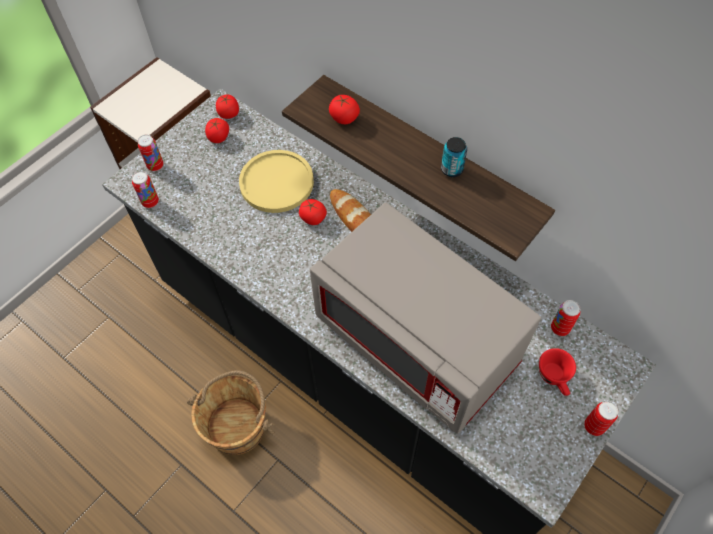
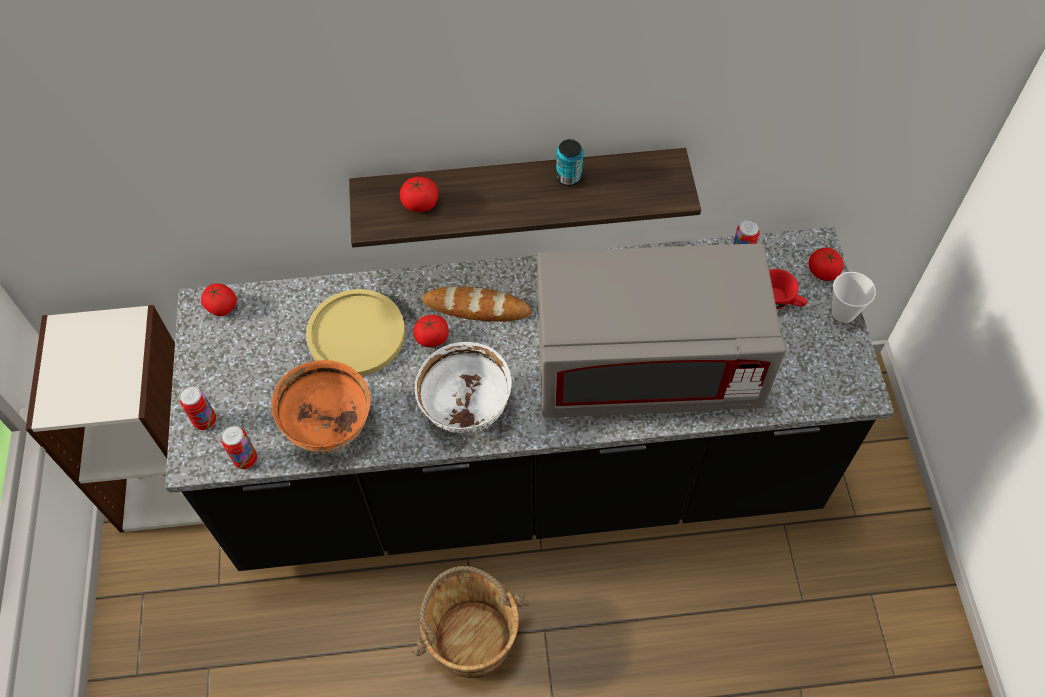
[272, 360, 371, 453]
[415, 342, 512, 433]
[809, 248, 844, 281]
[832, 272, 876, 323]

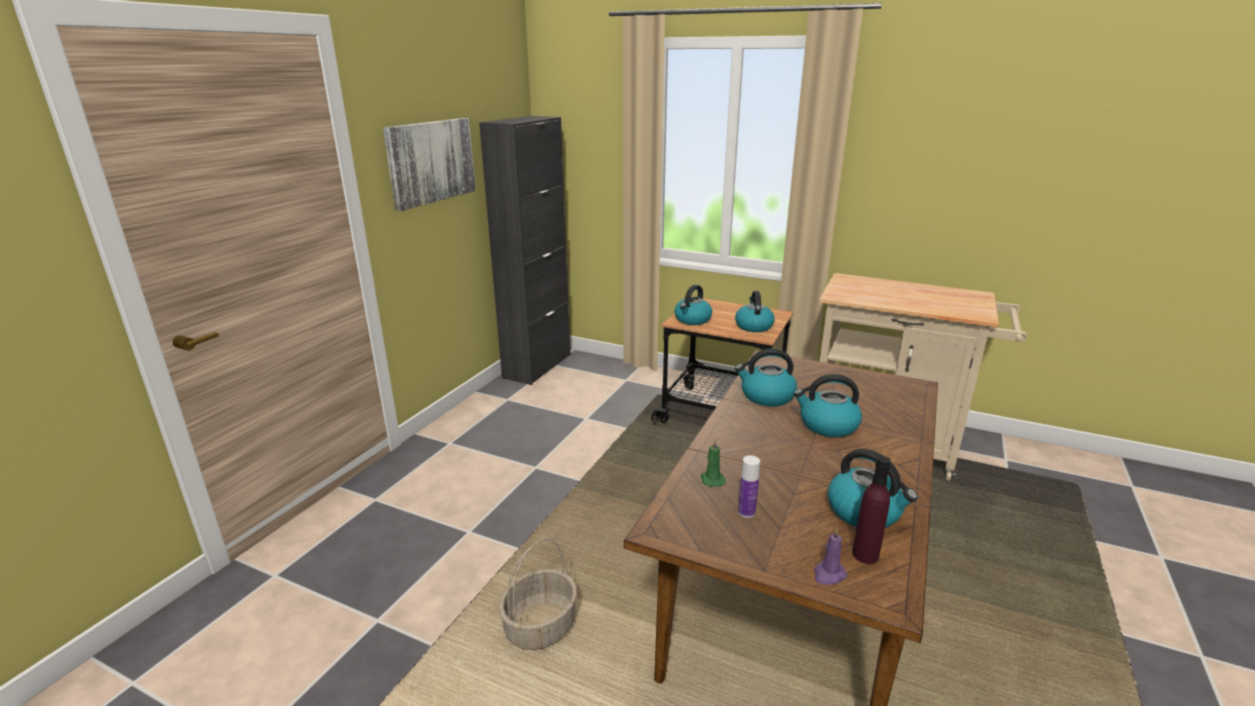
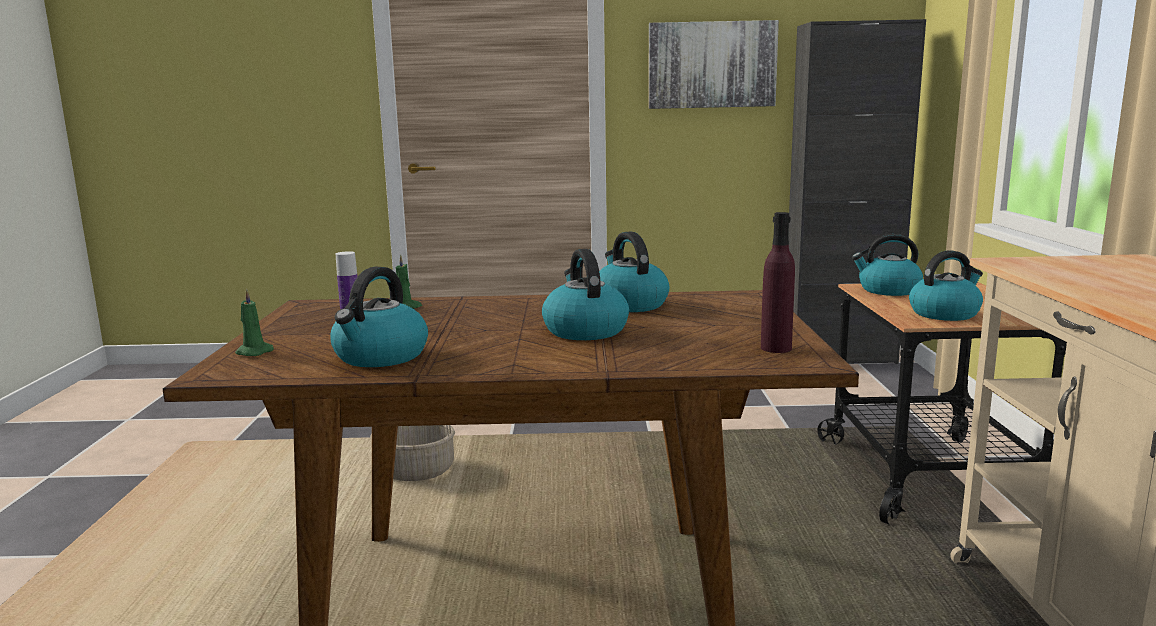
[235, 289, 274, 356]
[761, 212, 795, 353]

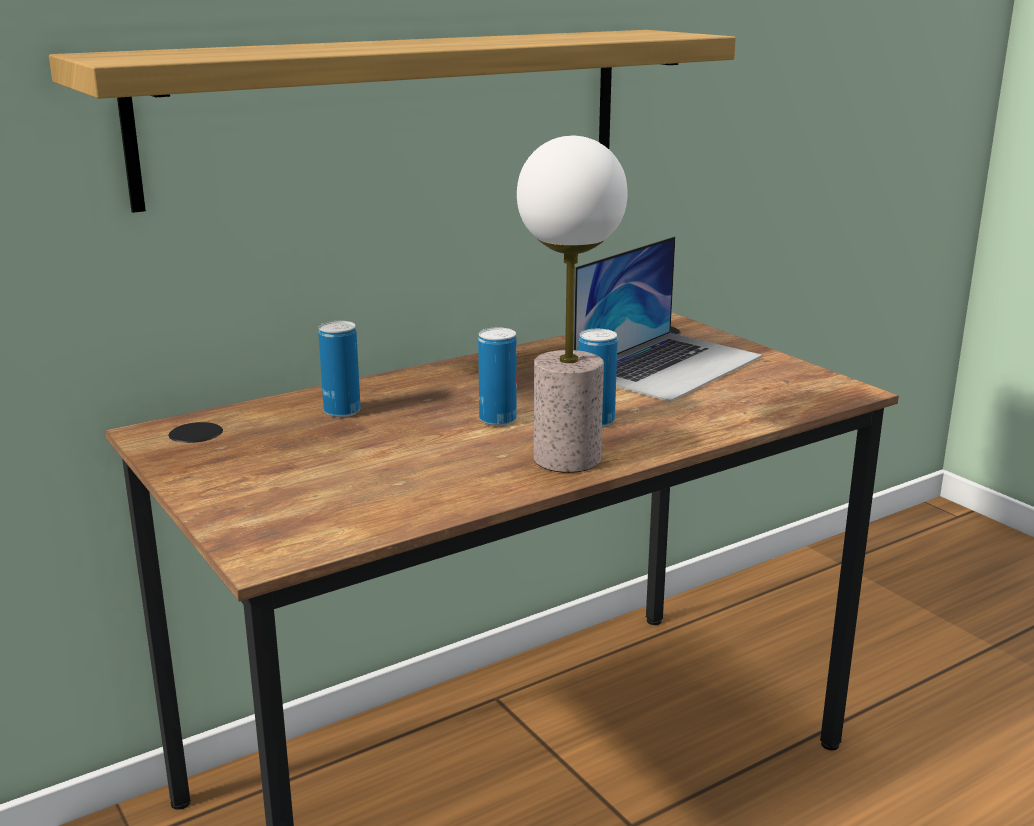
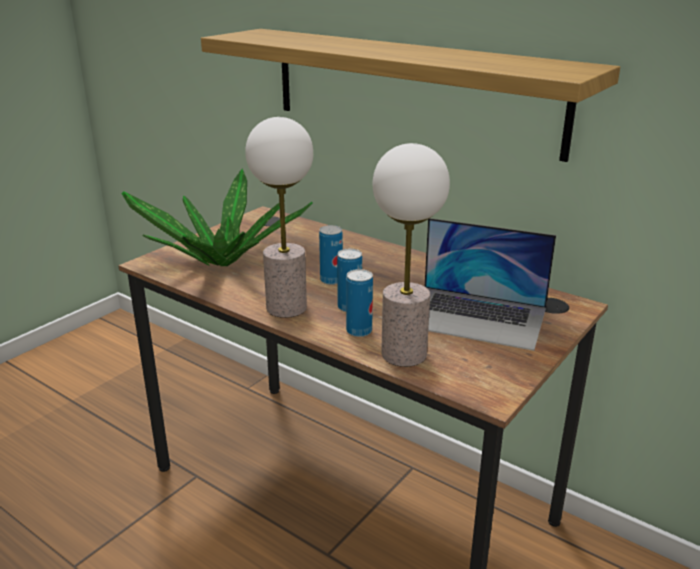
[121, 169, 312, 266]
[346, 269, 373, 337]
[373, 143, 450, 367]

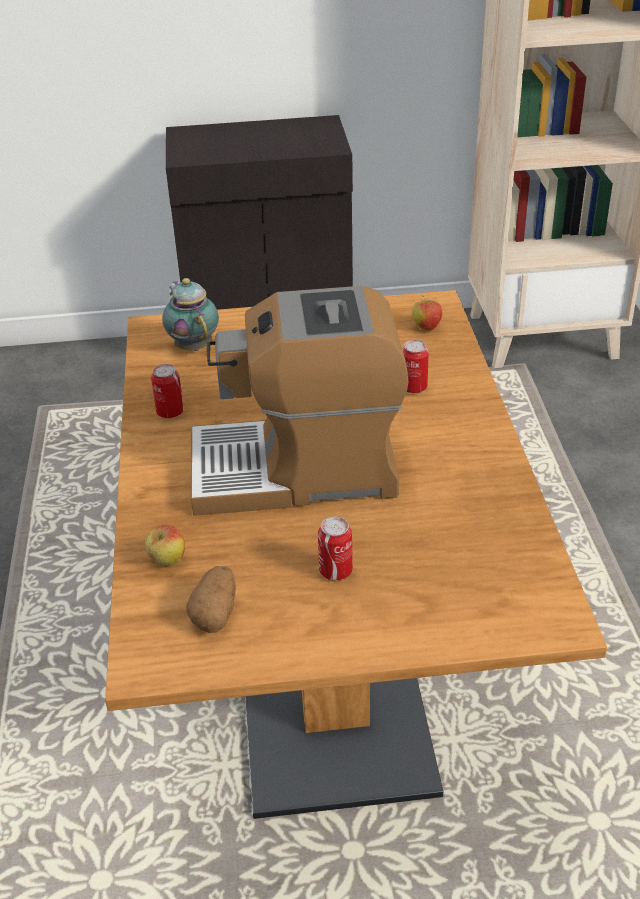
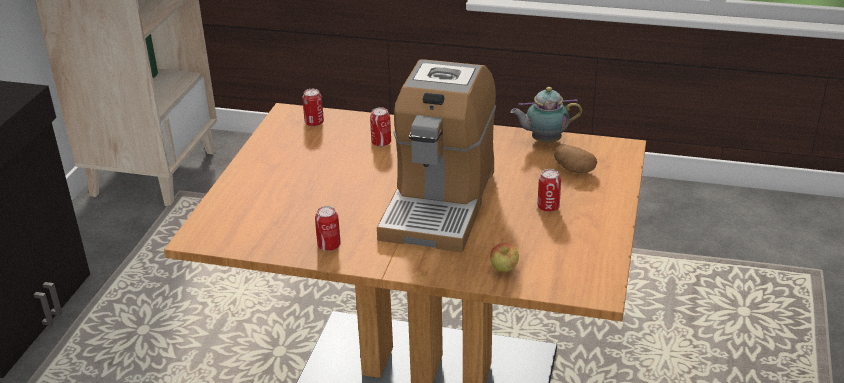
[302, 89, 324, 127]
[510, 87, 582, 143]
[554, 144, 597, 173]

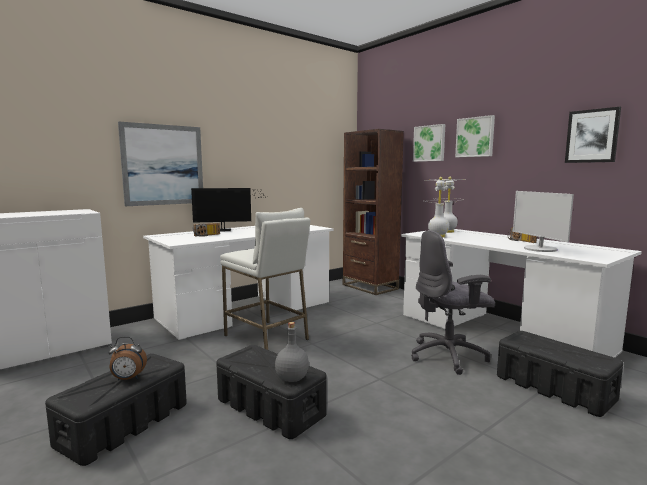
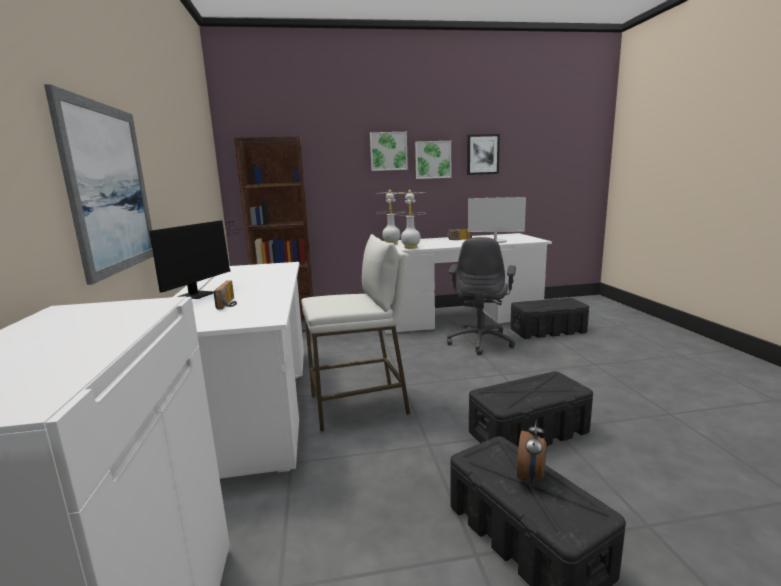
[415, 141, 451, 179]
[275, 322, 309, 382] (first image)

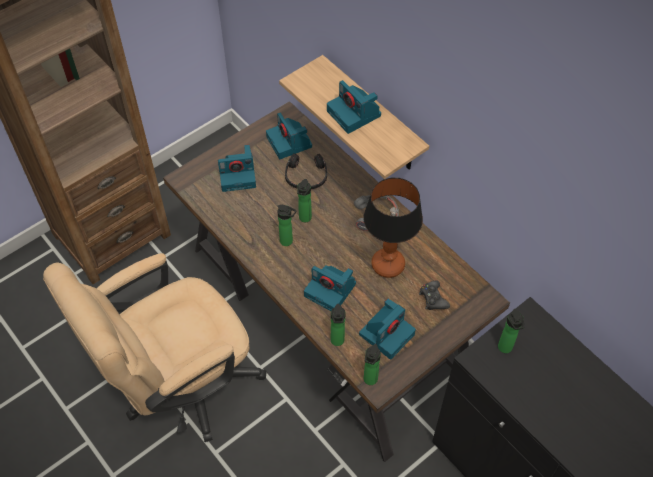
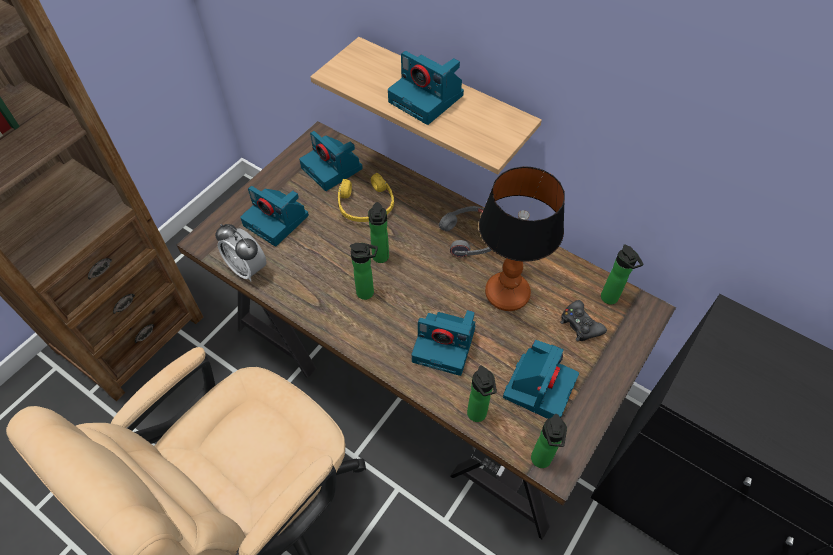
[215, 224, 266, 281]
[240, 186, 309, 246]
[338, 173, 394, 222]
[601, 245, 644, 304]

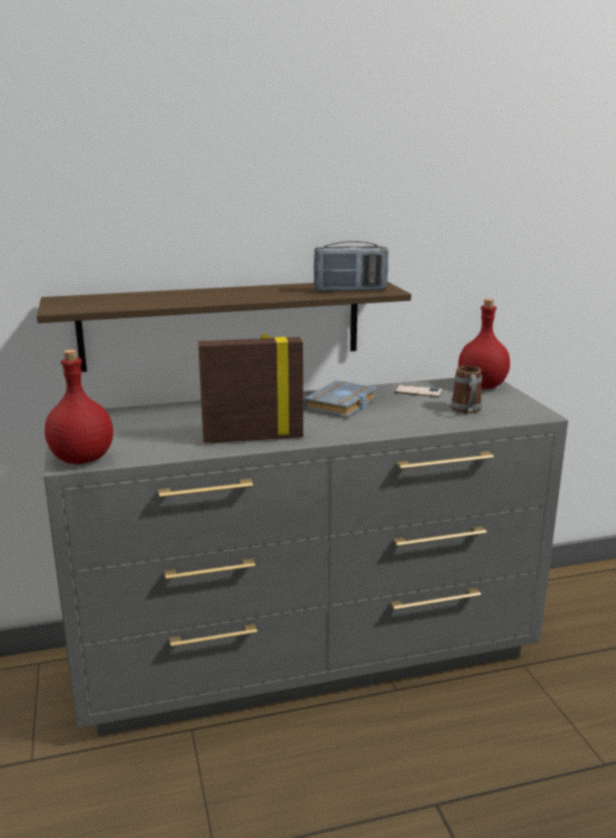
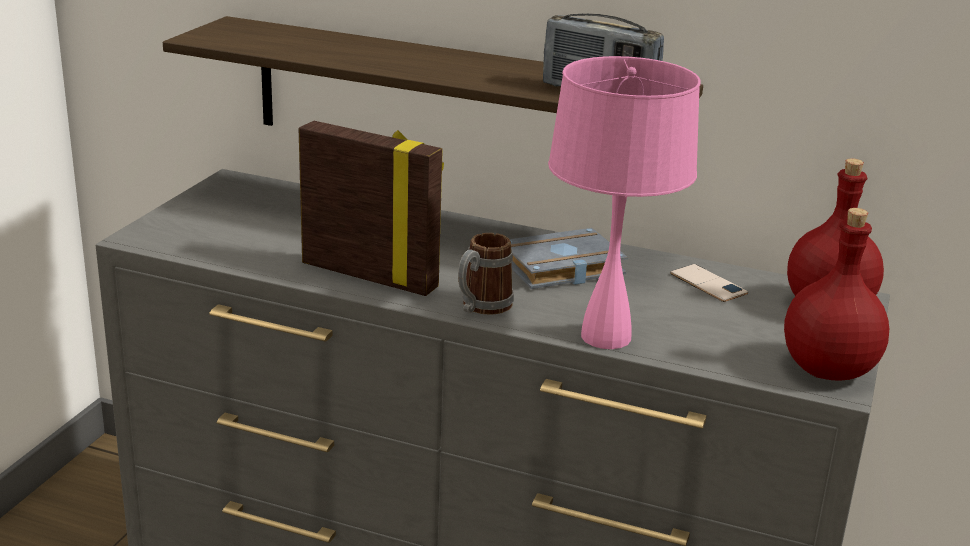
[458, 233, 514, 315]
[548, 56, 700, 349]
[784, 208, 889, 381]

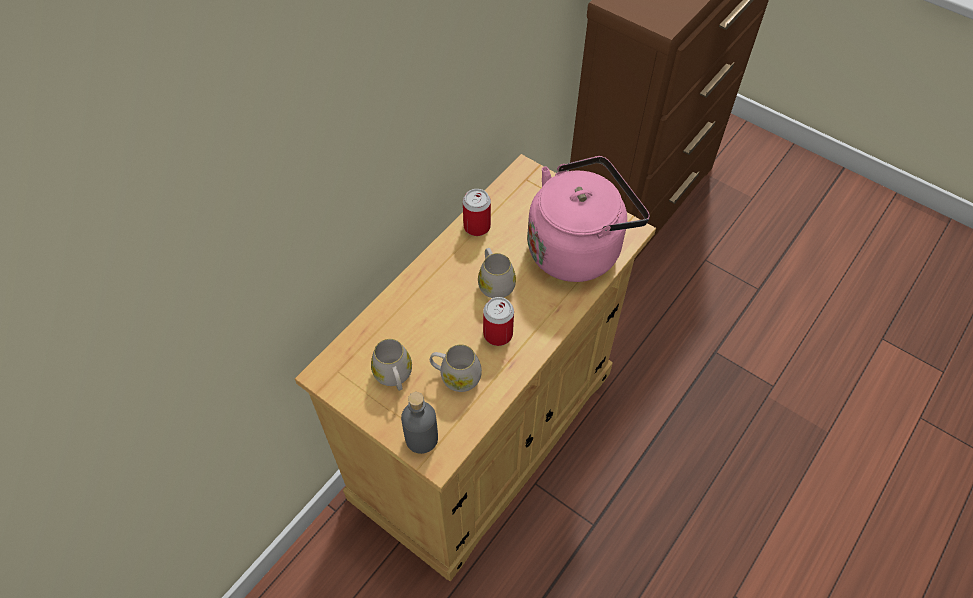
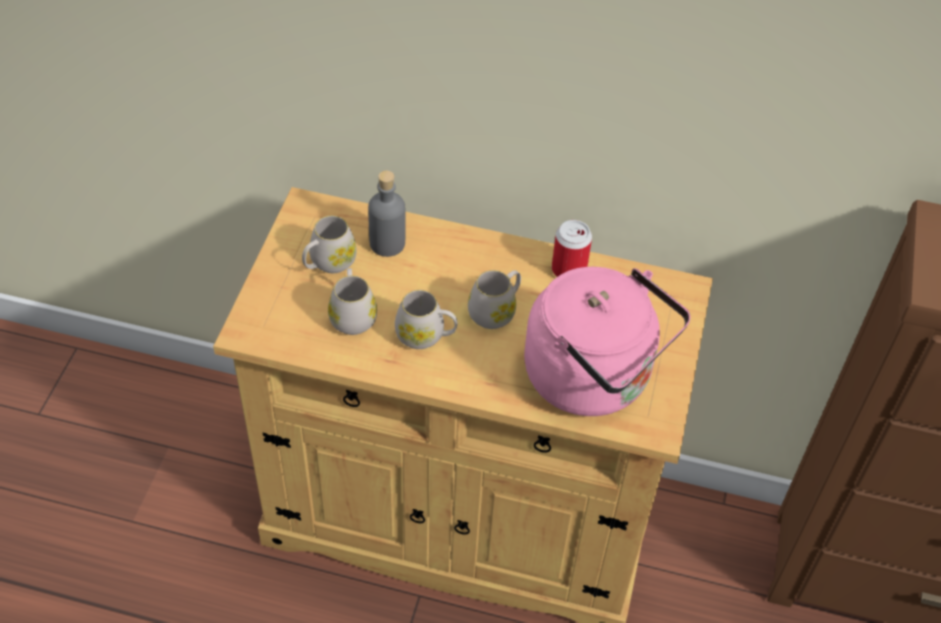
[368, 171, 406, 257]
[395, 290, 457, 349]

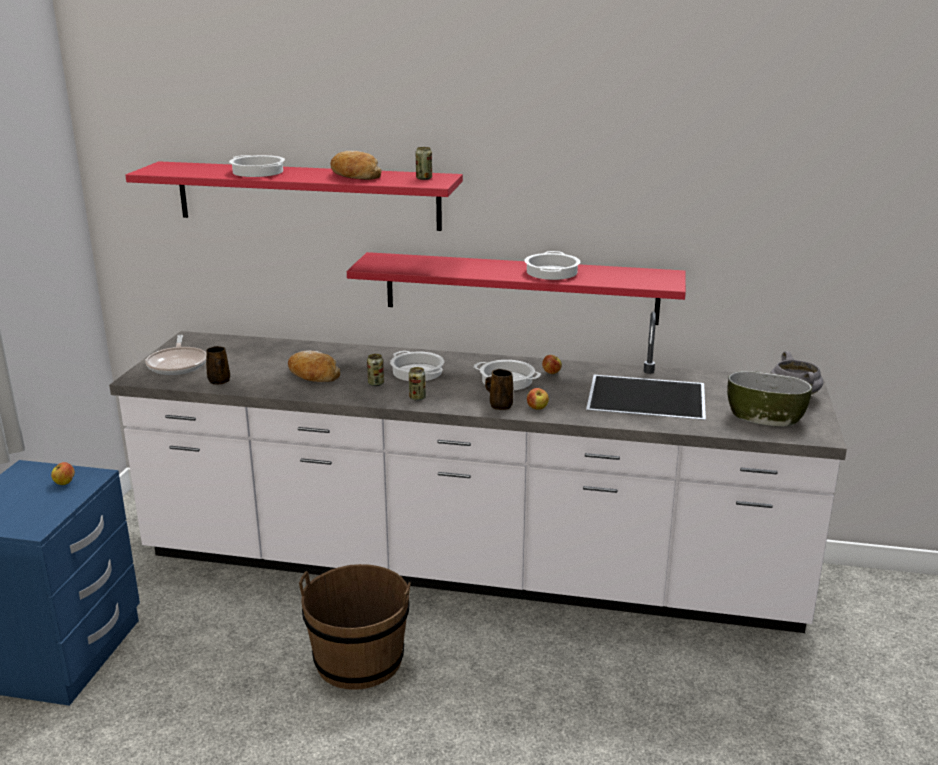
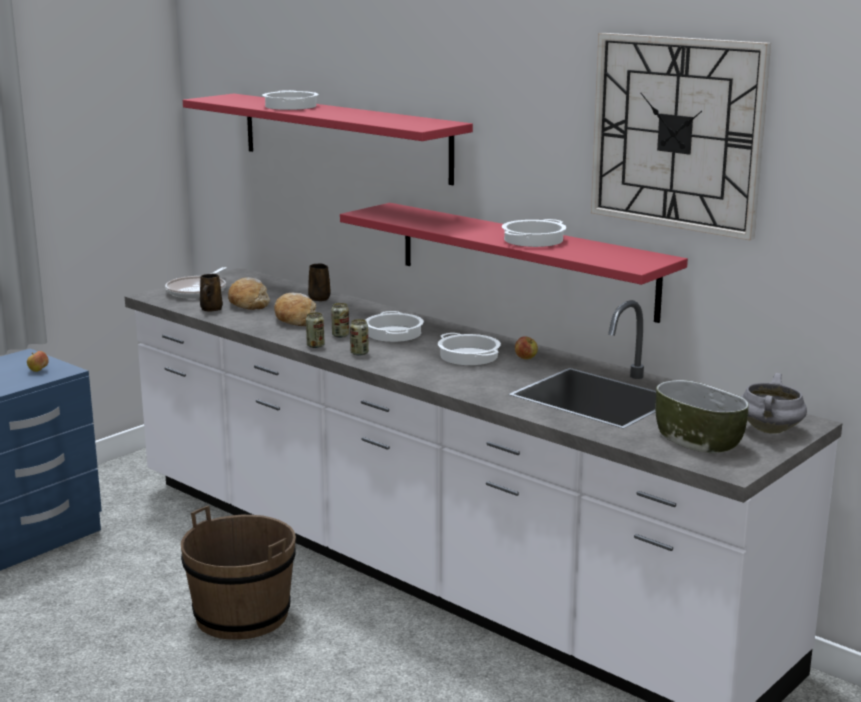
[228, 277, 270, 310]
[306, 312, 325, 348]
[308, 264, 331, 301]
[591, 33, 771, 240]
[527, 388, 549, 410] (first image)

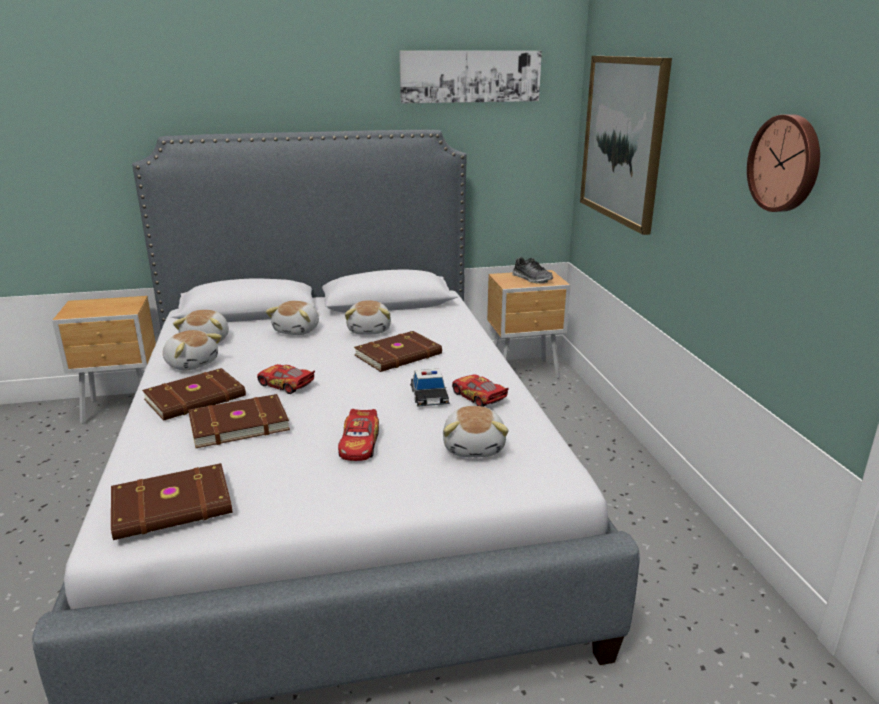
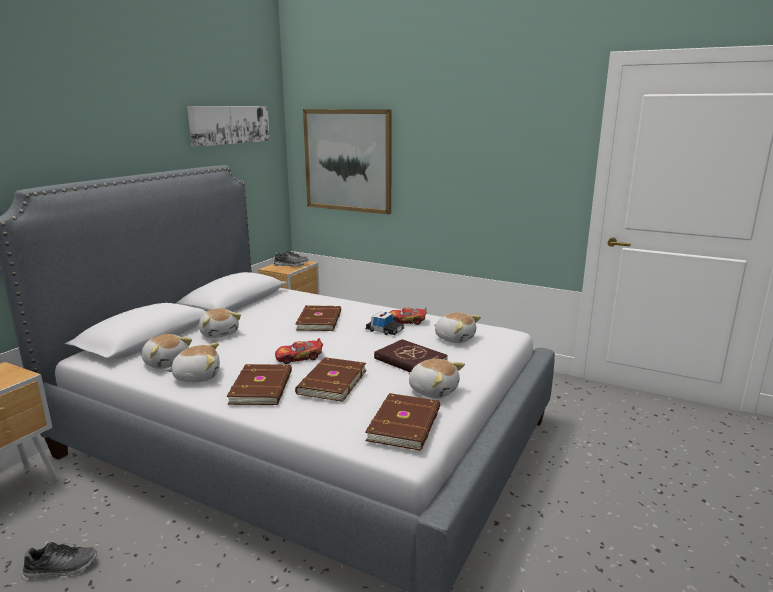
[23, 542, 97, 580]
[374, 339, 448, 372]
[408, 359, 465, 398]
[747, 114, 820, 212] (first image)

